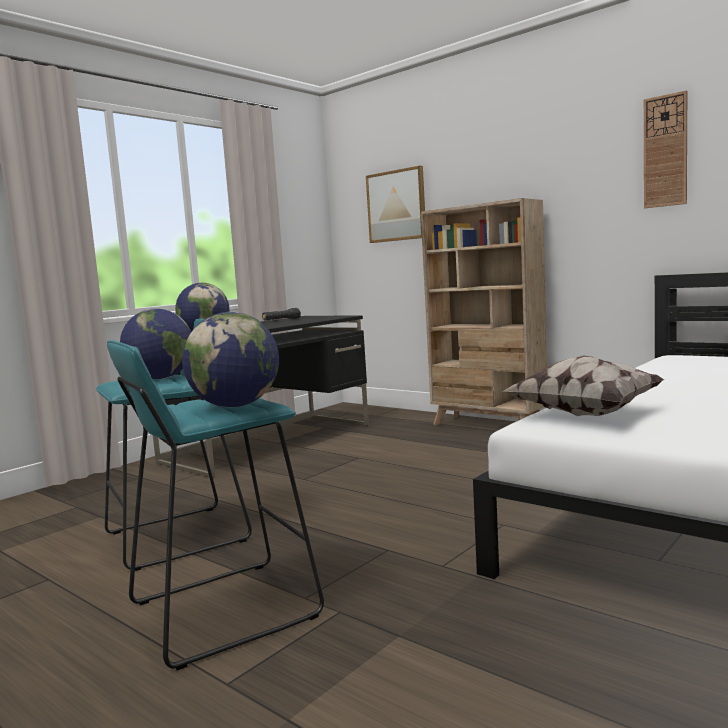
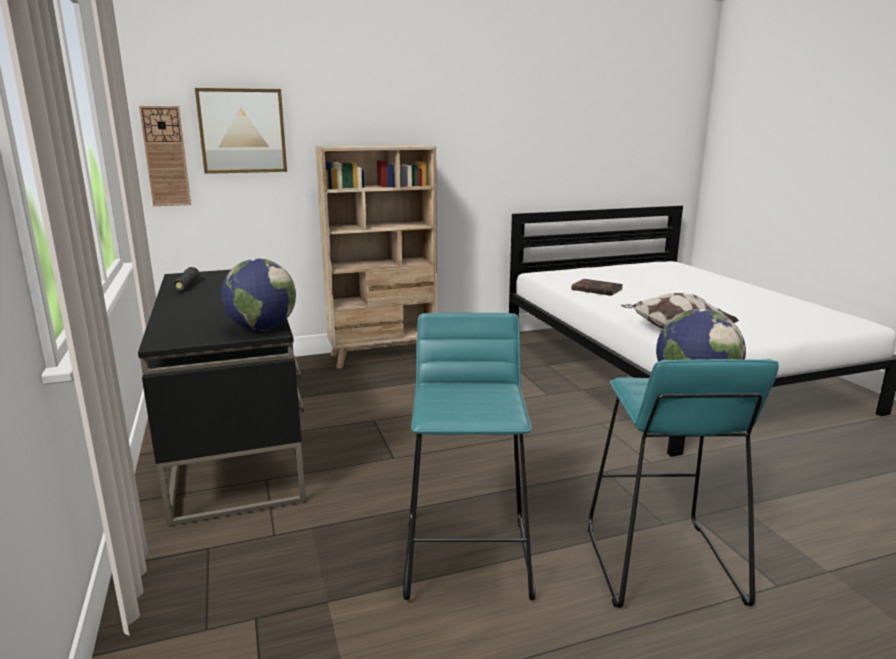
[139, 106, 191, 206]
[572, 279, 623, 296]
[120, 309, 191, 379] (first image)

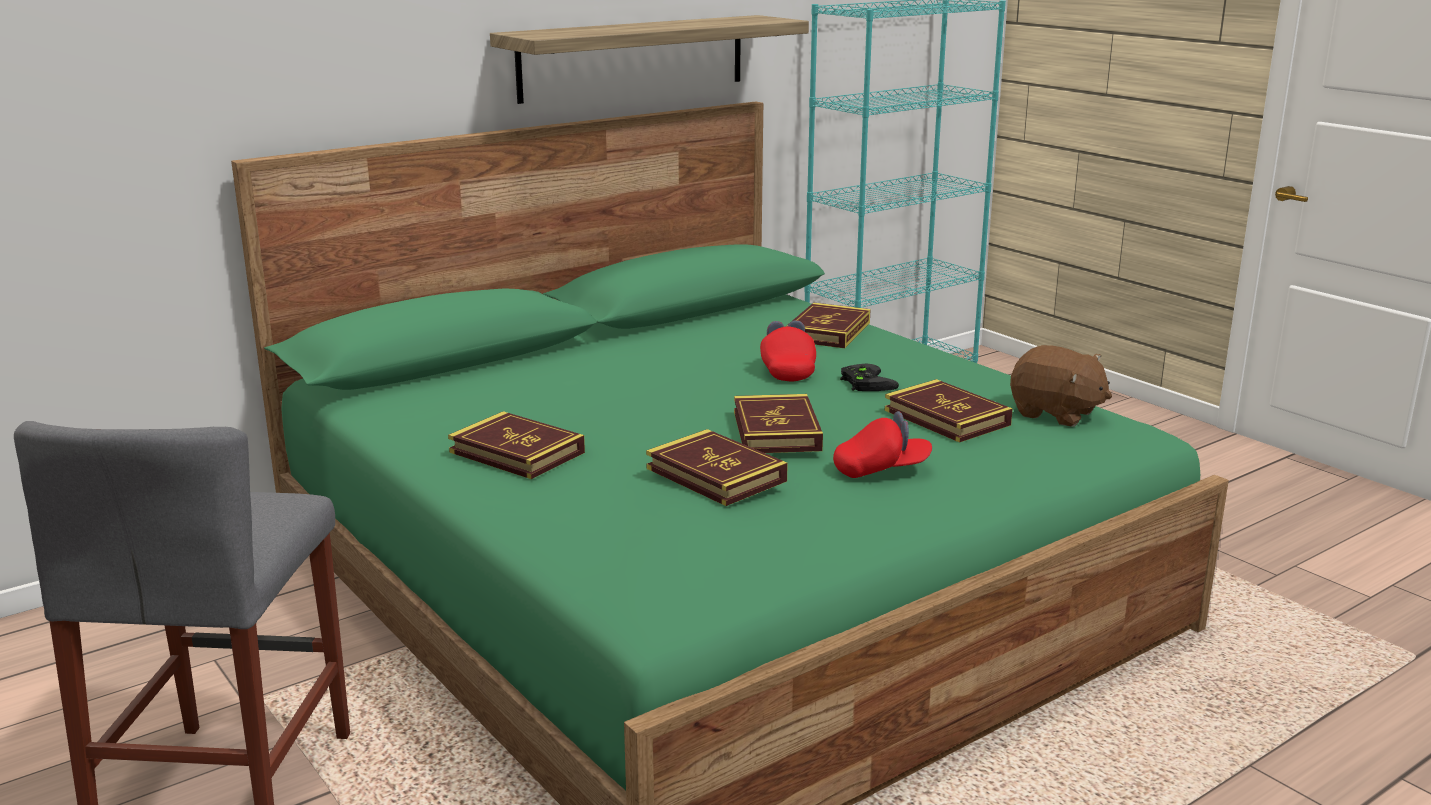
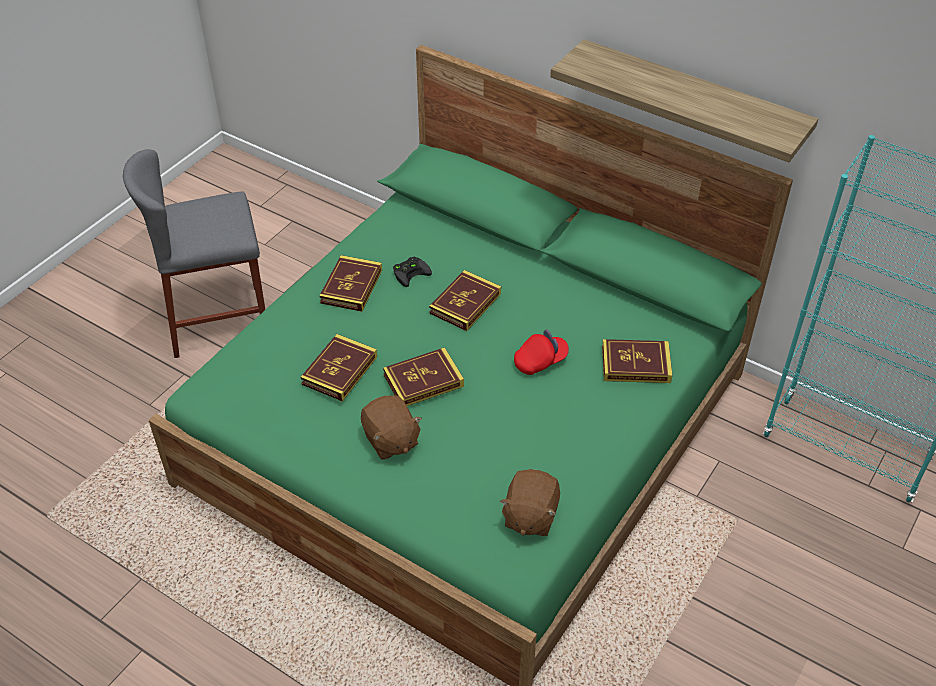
[361, 395, 422, 460]
[393, 257, 432, 287]
[429, 270, 501, 331]

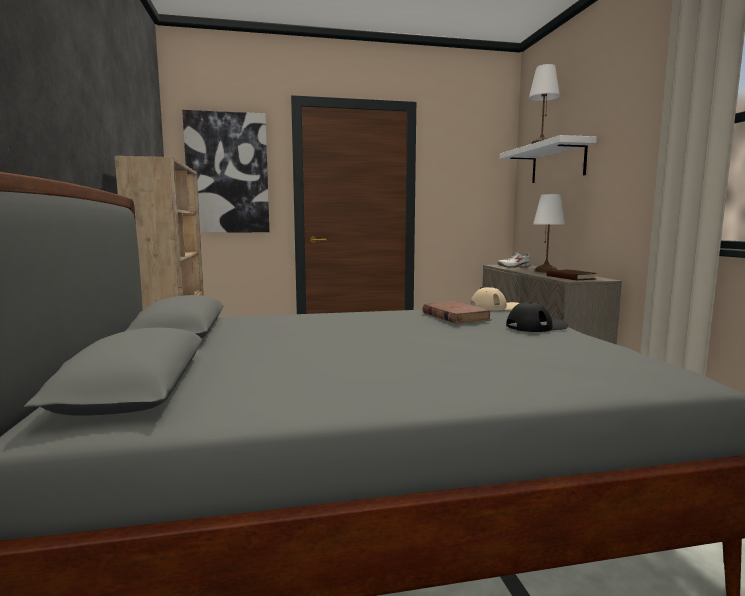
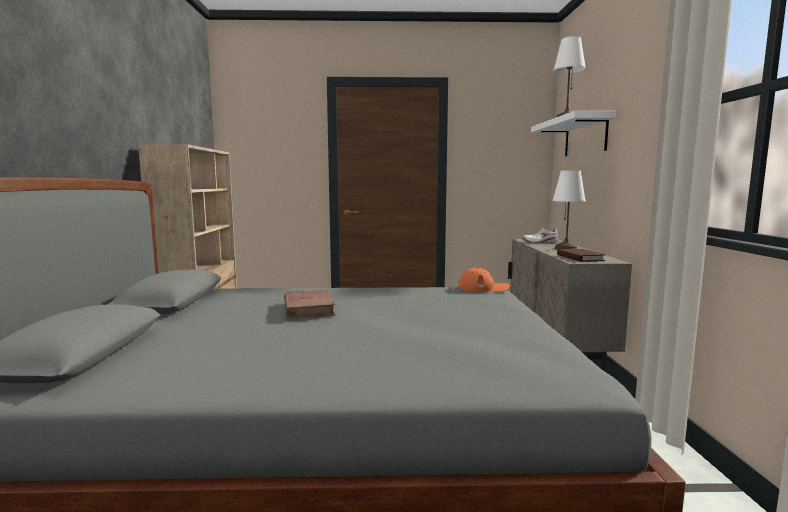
[284, 290, 335, 319]
[458, 268, 510, 292]
[182, 110, 270, 233] (first image)
[506, 302, 568, 332] (first image)

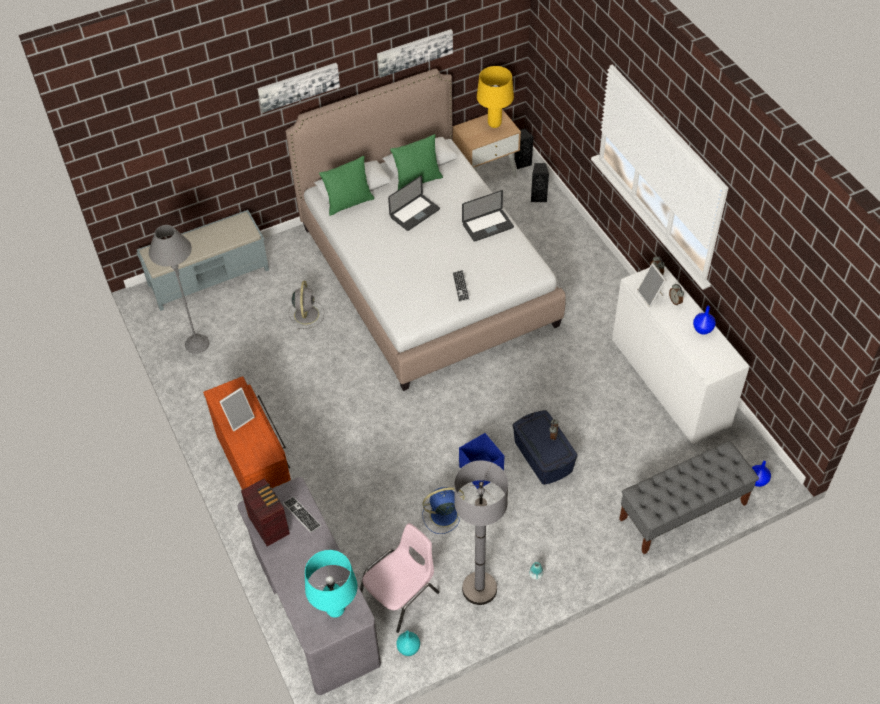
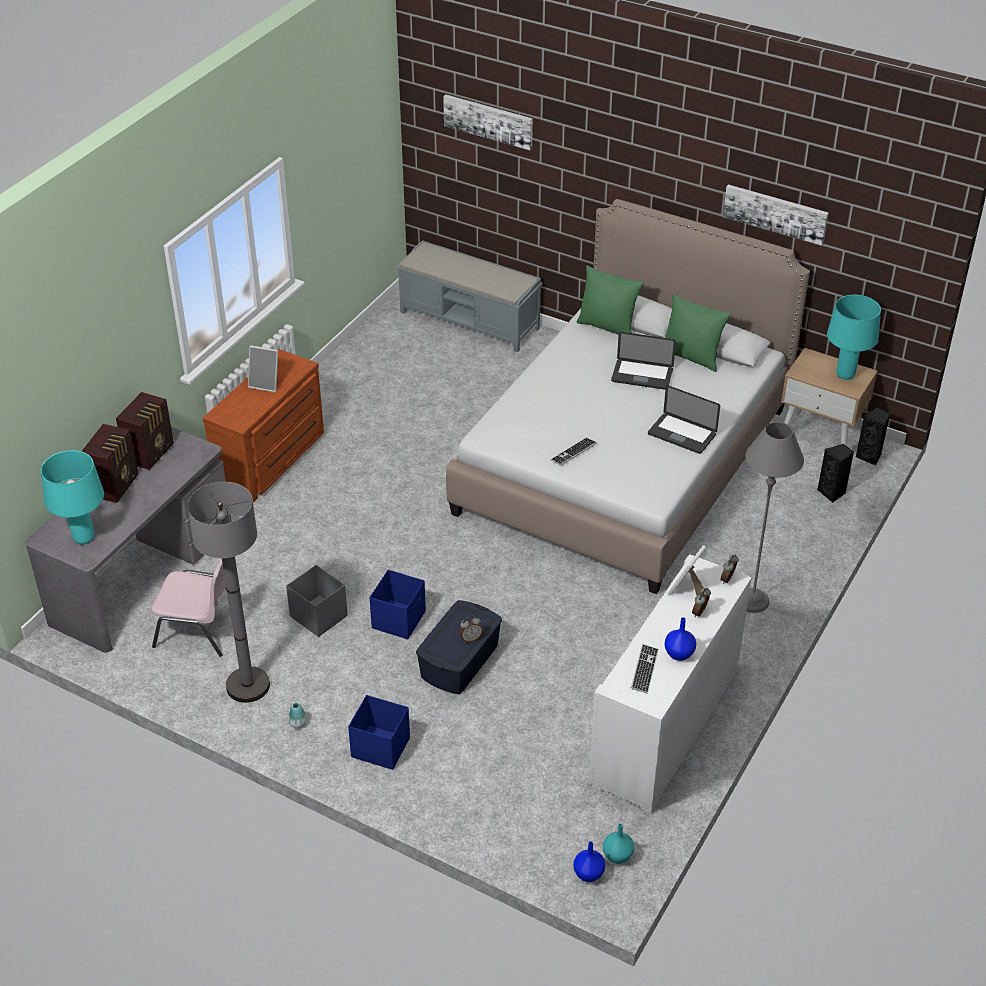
[81, 424, 139, 503]
[286, 565, 348, 637]
[348, 695, 410, 770]
[443, 94, 533, 150]
[603, 823, 634, 864]
[631, 644, 659, 694]
[746, 422, 804, 613]
[827, 295, 881, 380]
[289, 281, 325, 330] (first image)
[619, 441, 759, 554] (first image)

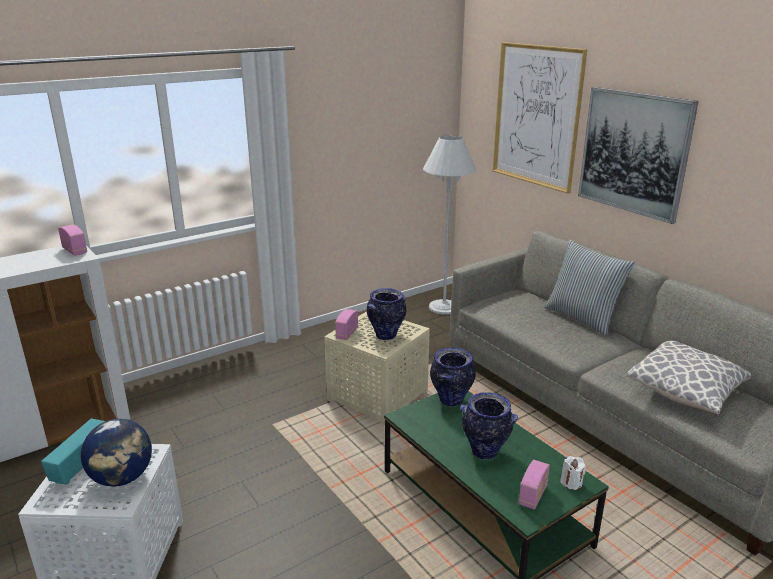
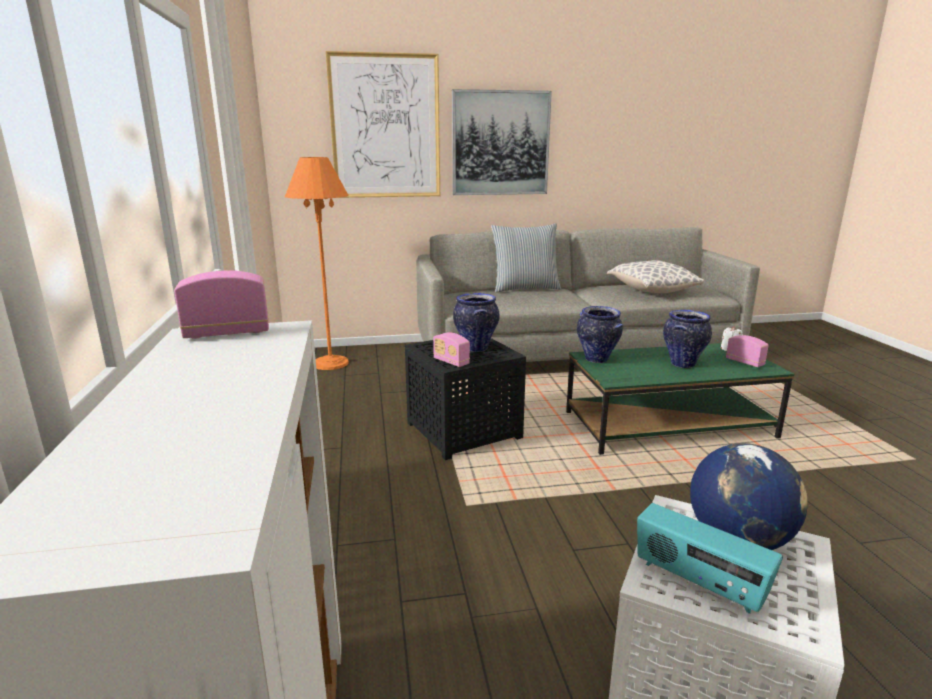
[285, 157, 349, 370]
[405, 338, 526, 460]

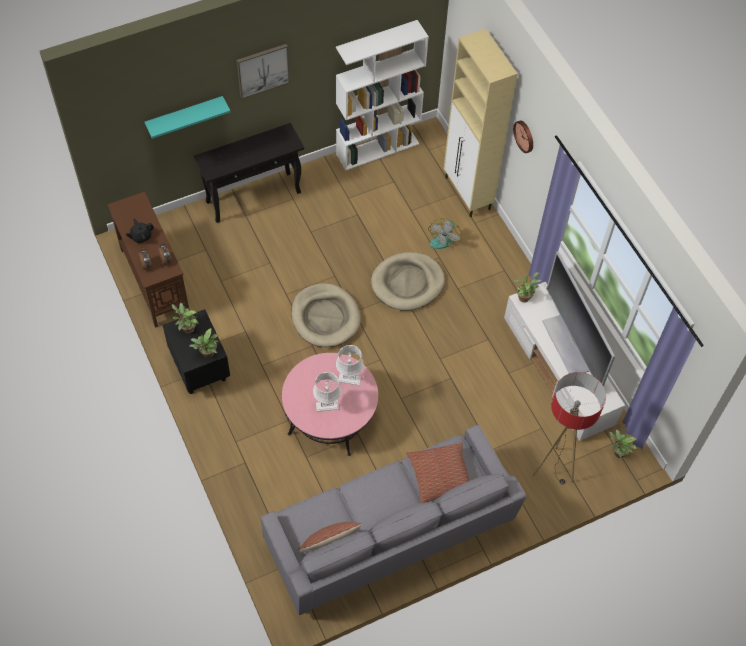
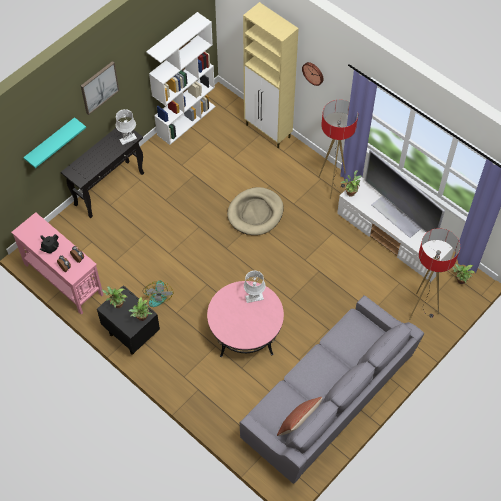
[11, 212, 103, 315]
[116, 109, 137, 145]
[142, 281, 173, 307]
[318, 100, 358, 199]
[291, 283, 361, 347] (first image)
[406, 442, 470, 503] (first image)

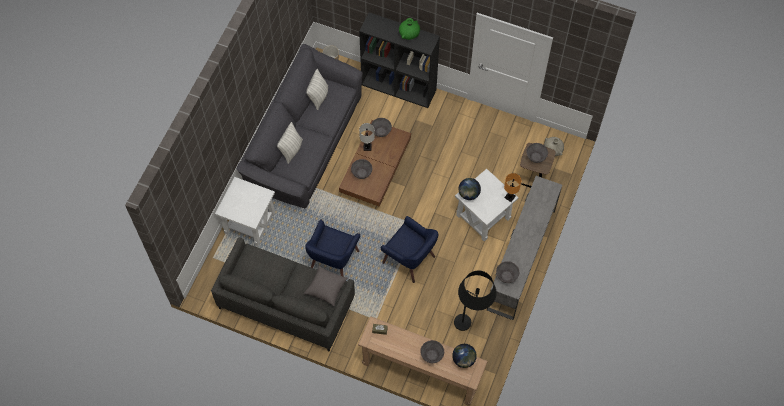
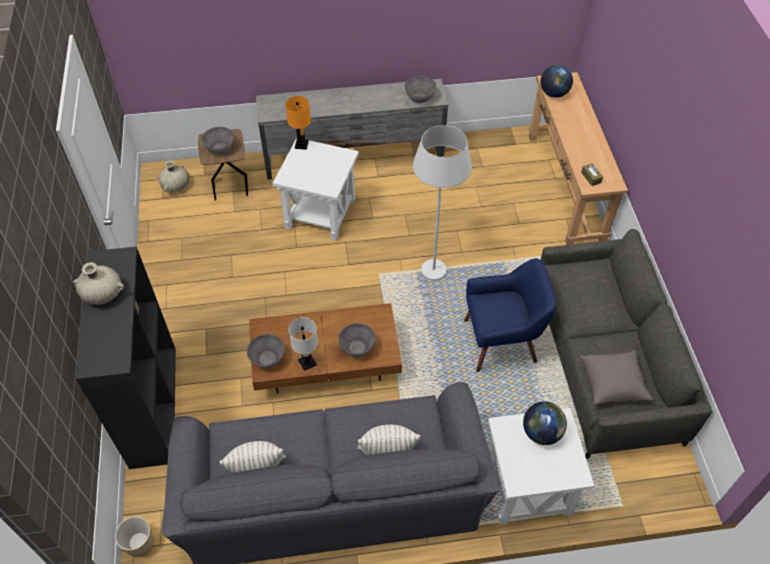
[73, 262, 124, 305]
[413, 125, 472, 281]
[523, 401, 567, 445]
[580, 350, 653, 405]
[420, 340, 444, 363] (first image)
[454, 271, 497, 331] (first image)

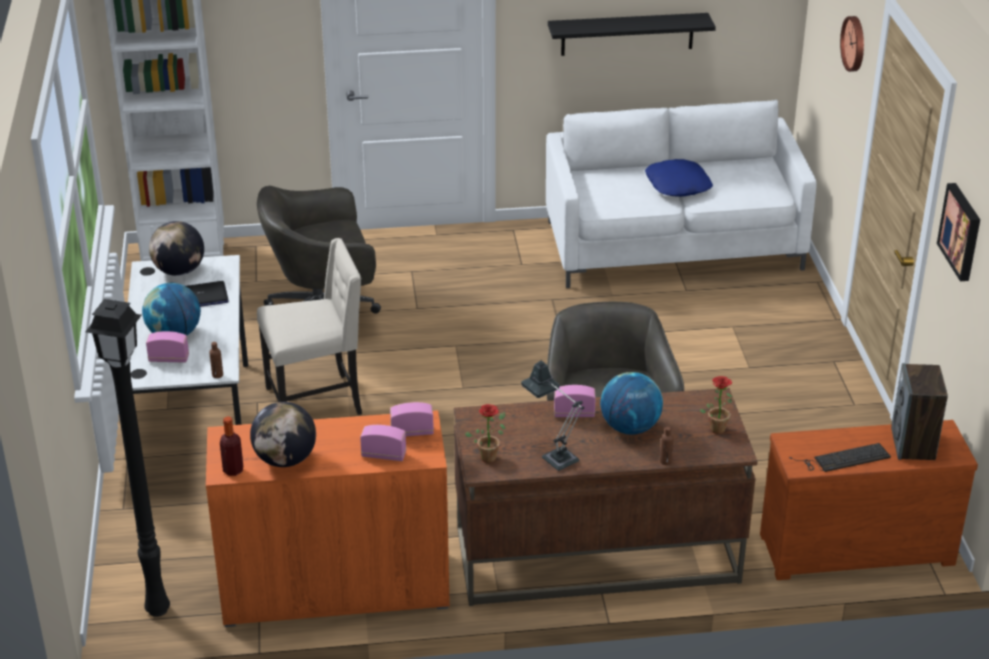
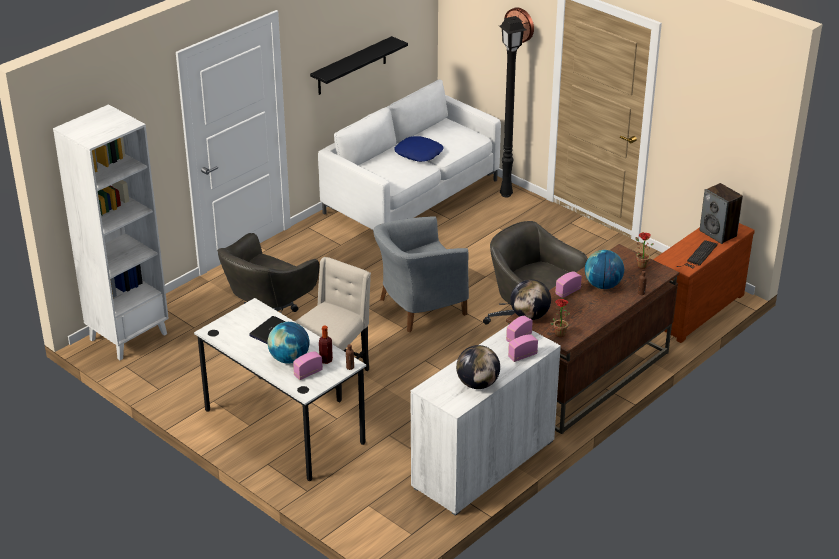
[319, 326, 333, 364]
[374, 216, 469, 332]
[411, 326, 561, 516]
[499, 16, 526, 197]
[510, 279, 551, 320]
[521, 361, 584, 471] (first image)
[937, 183, 980, 281] (first image)

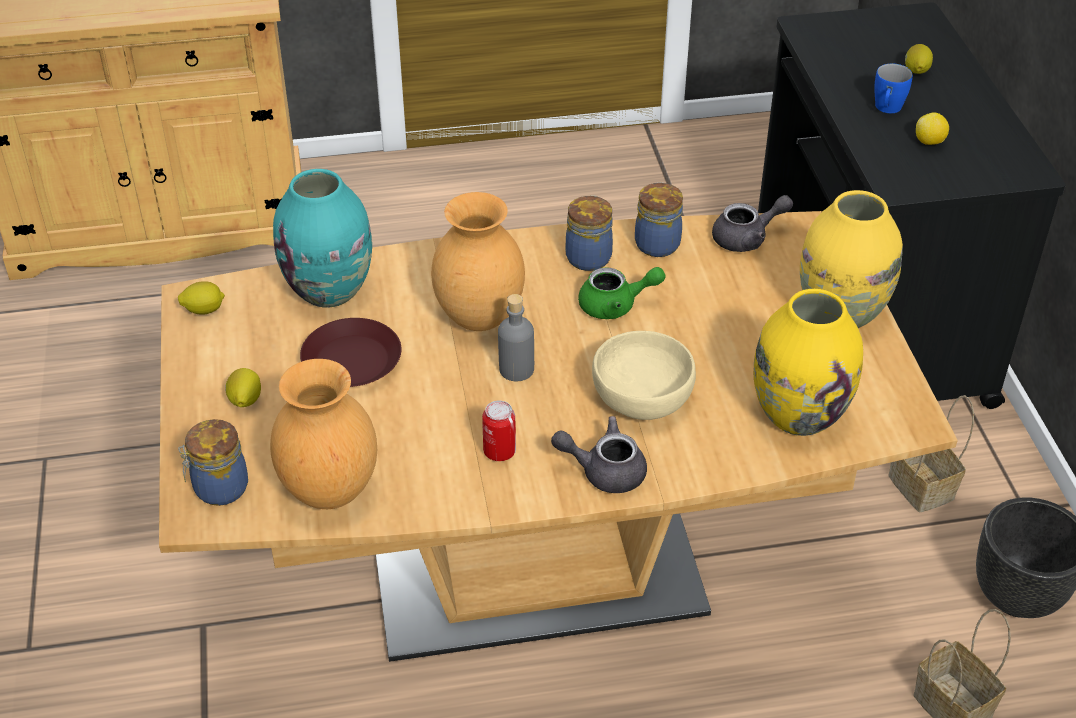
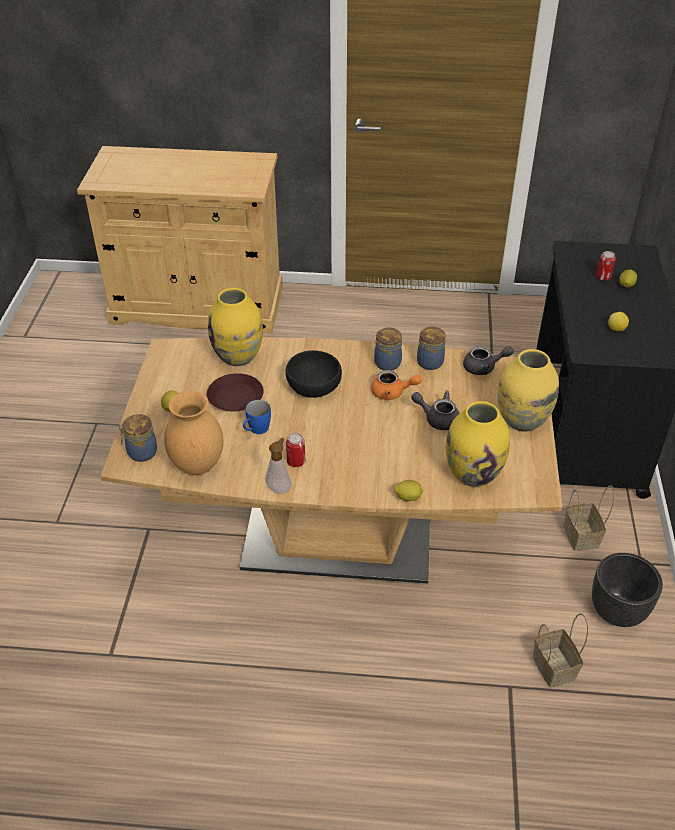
[208, 288, 263, 366]
[243, 400, 271, 434]
[265, 438, 292, 494]
[286, 350, 342, 398]
[371, 370, 422, 400]
[394, 480, 424, 501]
[411, 391, 460, 430]
[596, 251, 616, 281]
[498, 294, 534, 381] (first image)
[592, 331, 696, 420] (first image)

